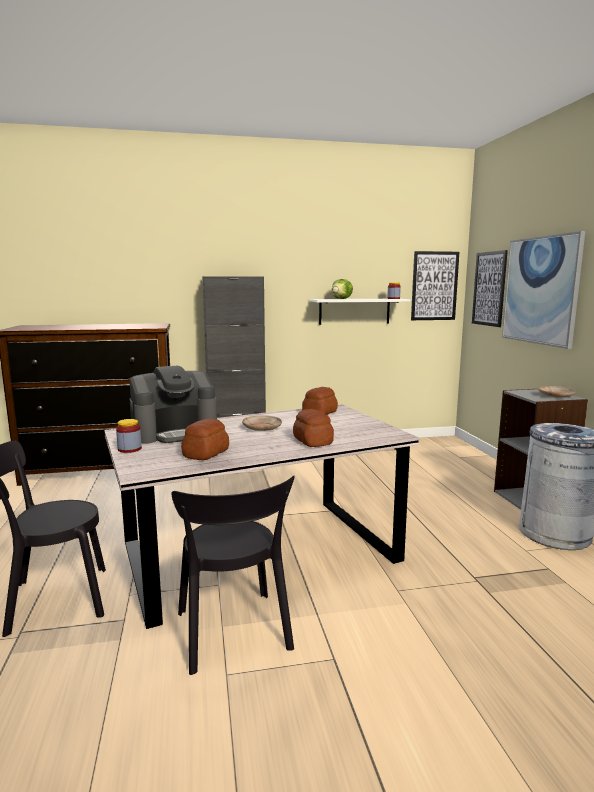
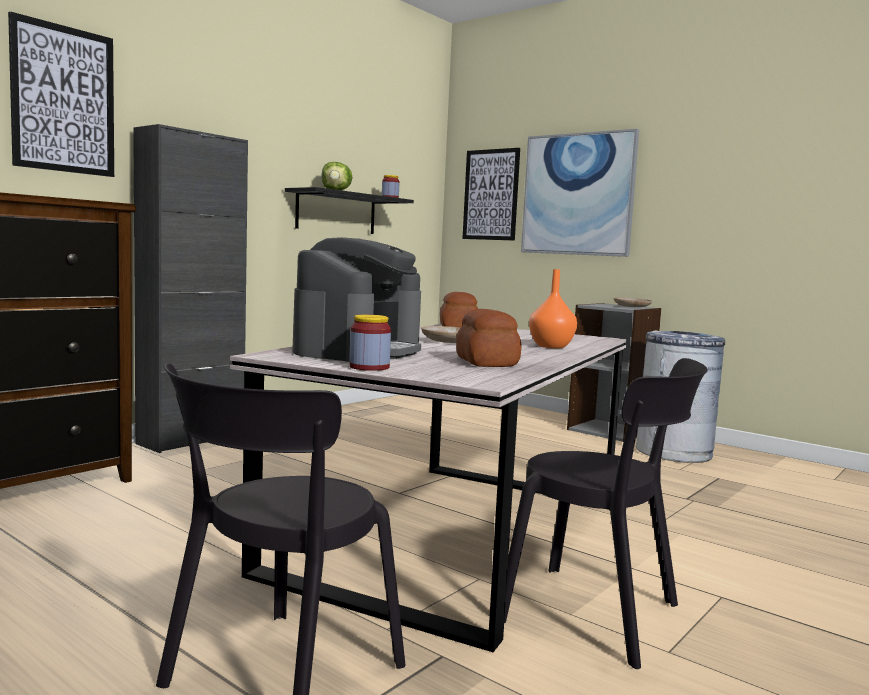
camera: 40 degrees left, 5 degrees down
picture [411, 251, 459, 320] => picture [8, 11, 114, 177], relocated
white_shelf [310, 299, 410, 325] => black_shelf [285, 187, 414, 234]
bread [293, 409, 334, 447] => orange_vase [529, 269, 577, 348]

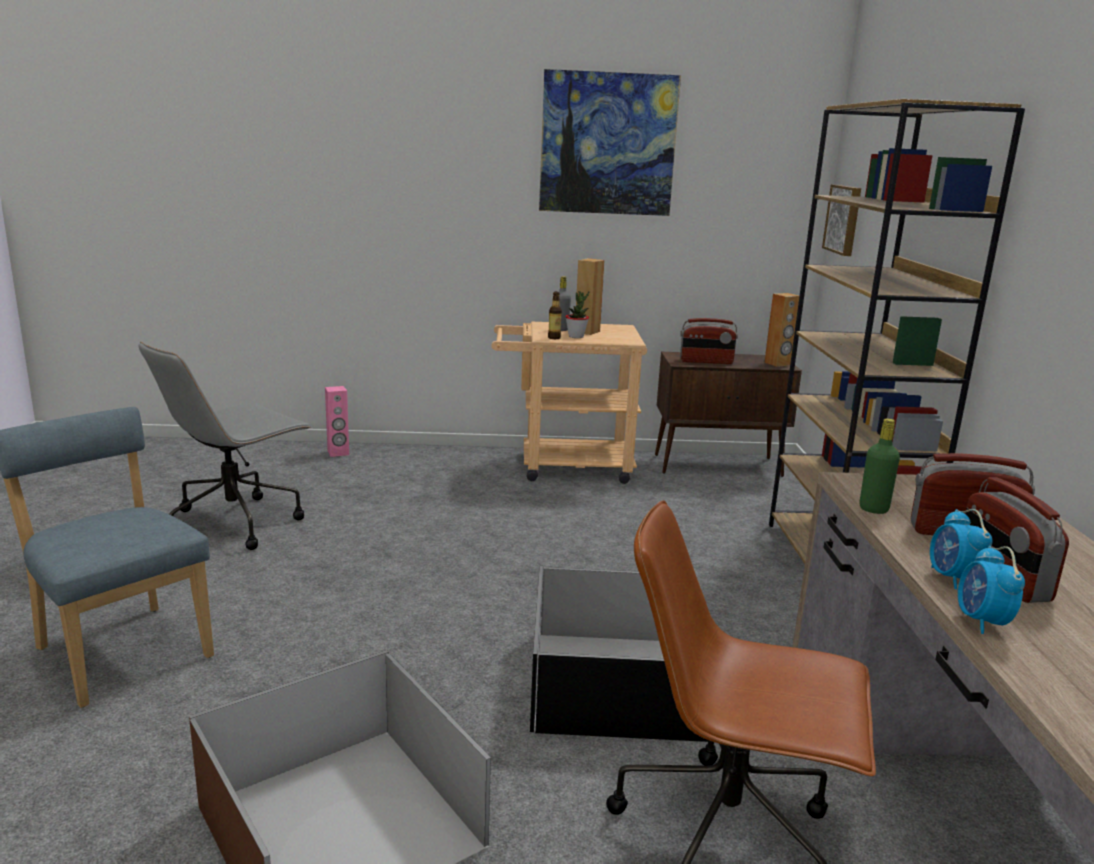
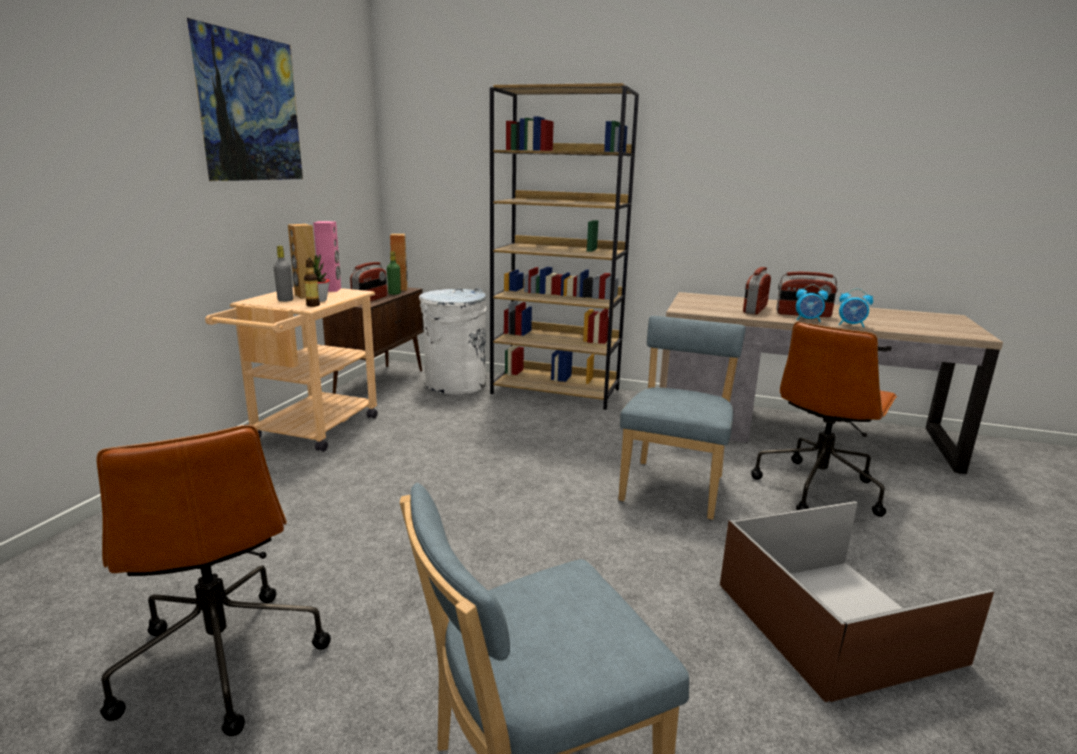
camera: 70 degrees left, 0 degrees up
picture [822, 185, 861, 256] => nothing
grey_office_chair [138, 342, 312, 550] => brown_office_chair [97, 425, 331, 736]
pink_speaker [325, 386, 349, 457] => pink_speaker [313, 221, 341, 292], relocated
green_bottle [859, 418, 900, 514] => green_bottle [387, 251, 401, 295], relocated
black_storage_box [530, 566, 708, 742] => blue_chair [618, 316, 746, 520]
nothing => white_trash_can [419, 288, 487, 394]

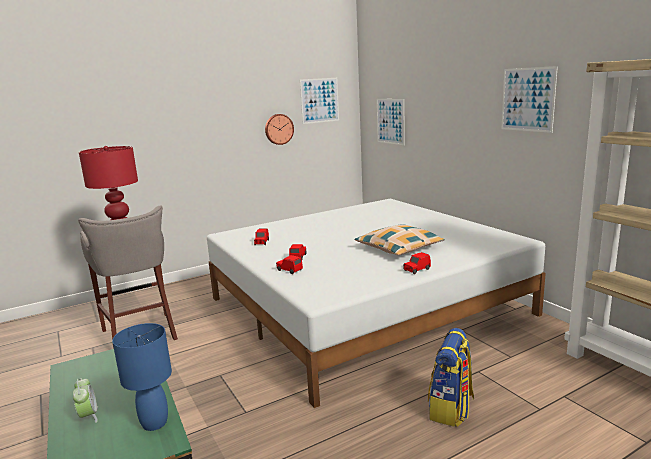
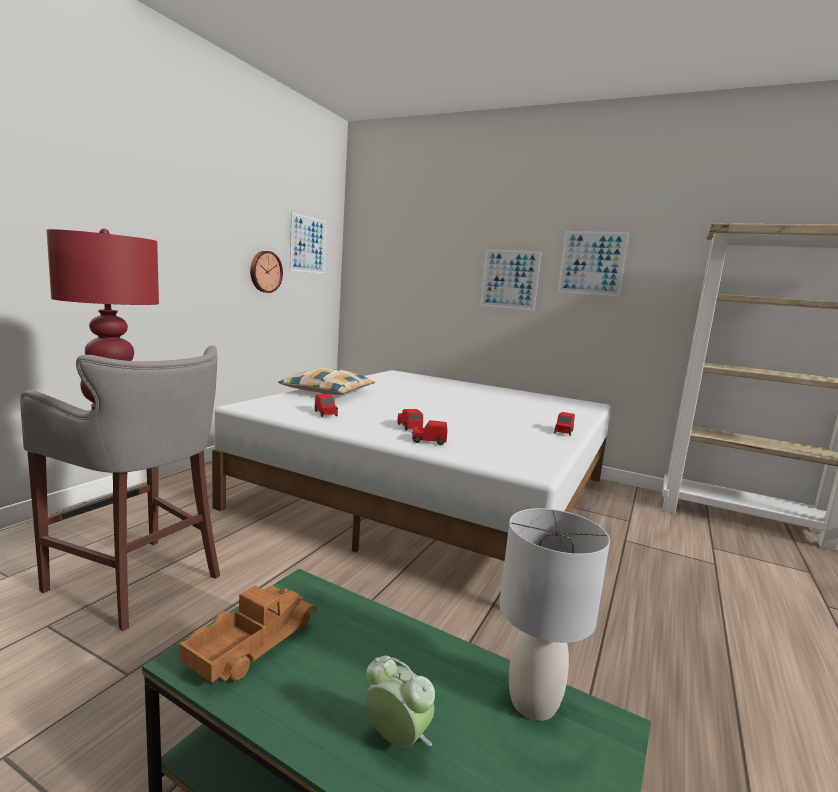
camera: 35 degrees left, 5 degrees down
picture [377, 99, 405, 145] => picture [480, 249, 542, 311], relocated
pillow [355, 224, 445, 255] => pillow [278, 368, 375, 395], relocated
blue_table_lamp [112, 323, 172, 431] => grey_table_lamp [499, 508, 610, 721]
backpack [428, 328, 474, 427] => nothing
nothing => toy_truck [179, 585, 316, 683]

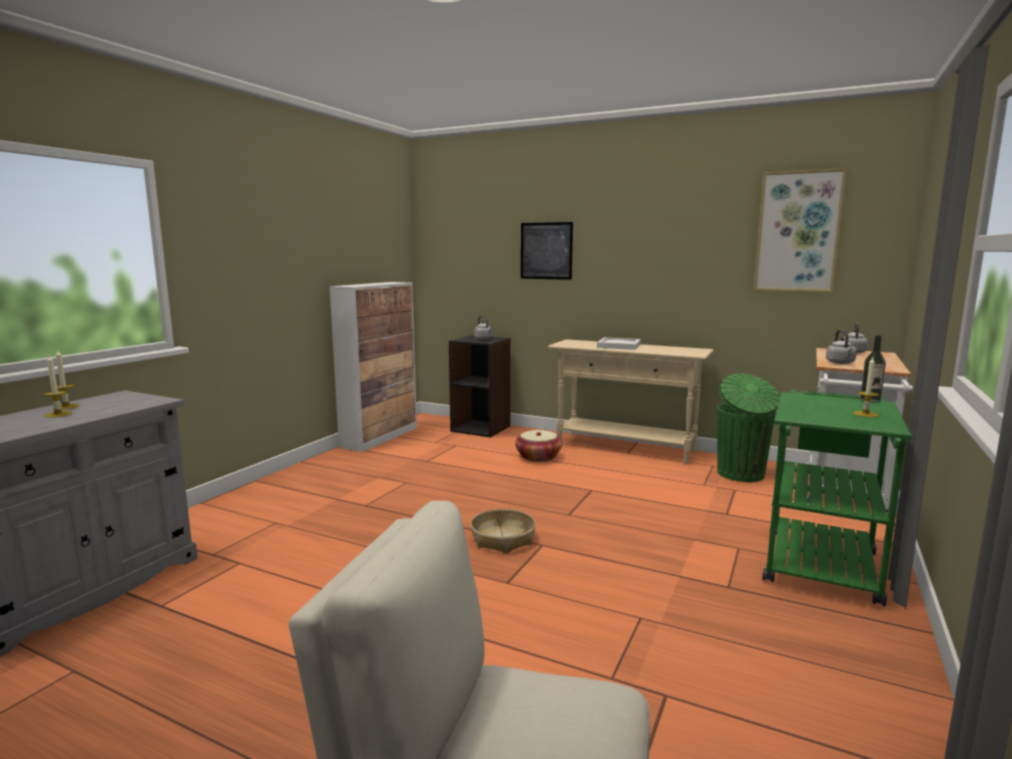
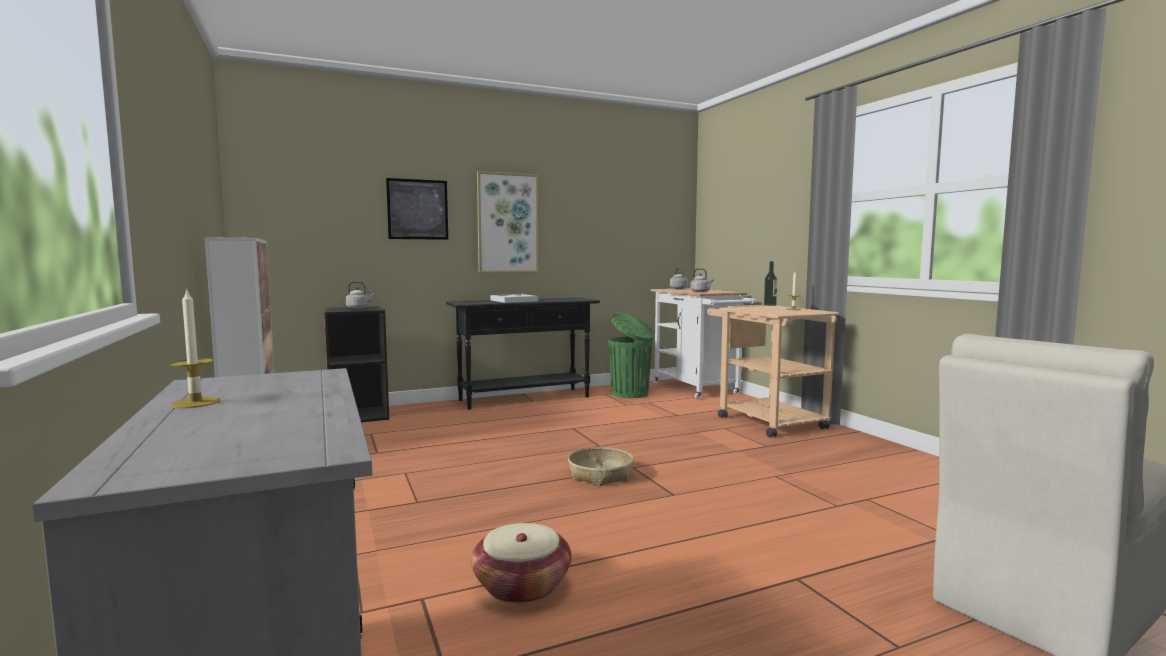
camera: 50 degrees left, 5 degrees down
picture [754, 168, 847, 292] => picture [477, 171, 538, 273], relocated
beige_console_table [548, 339, 714, 465] => black_console_table [446, 297, 600, 410]
candle [43, 355, 72, 418] => nothing
green_cart [762, 389, 912, 606] => beige_cart [707, 305, 839, 437]
basket [515, 430, 562, 462] => basket [471, 523, 571, 604], relocated

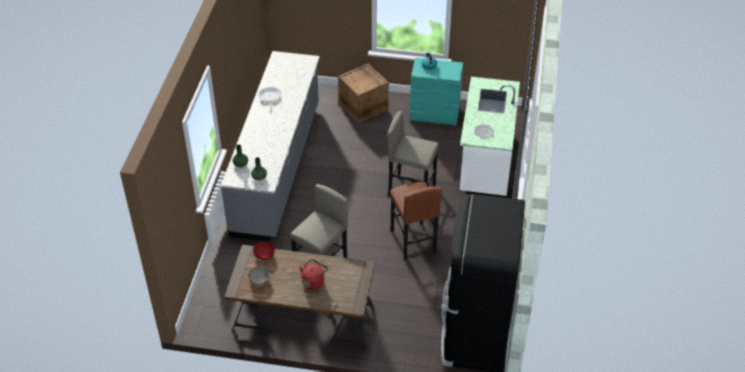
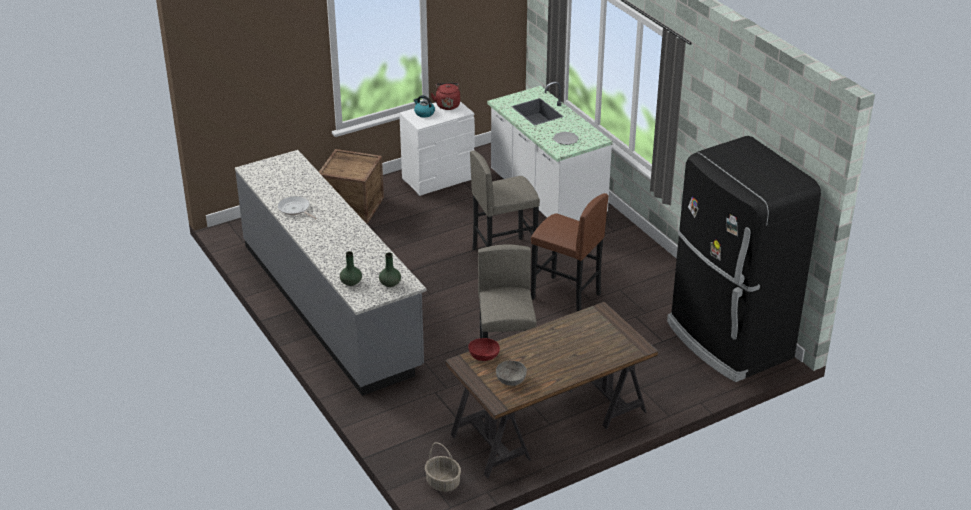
camera: 40 degrees left, 10 degrees down
turquoise_dresser [410, 58, 463, 125] => white_dresser [399, 101, 475, 196]
red_kettle [300, 259, 328, 289] => red_kettle [431, 83, 460, 110], relocated
nothing => basket [425, 442, 461, 492]

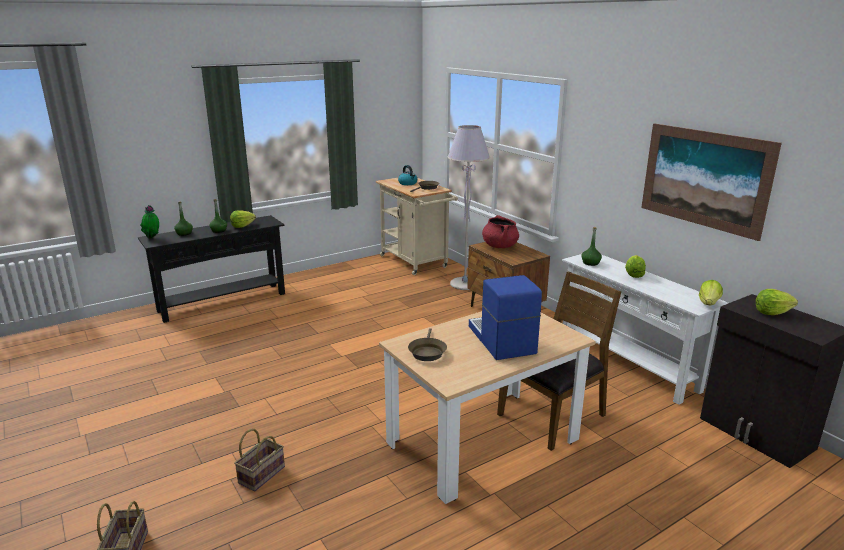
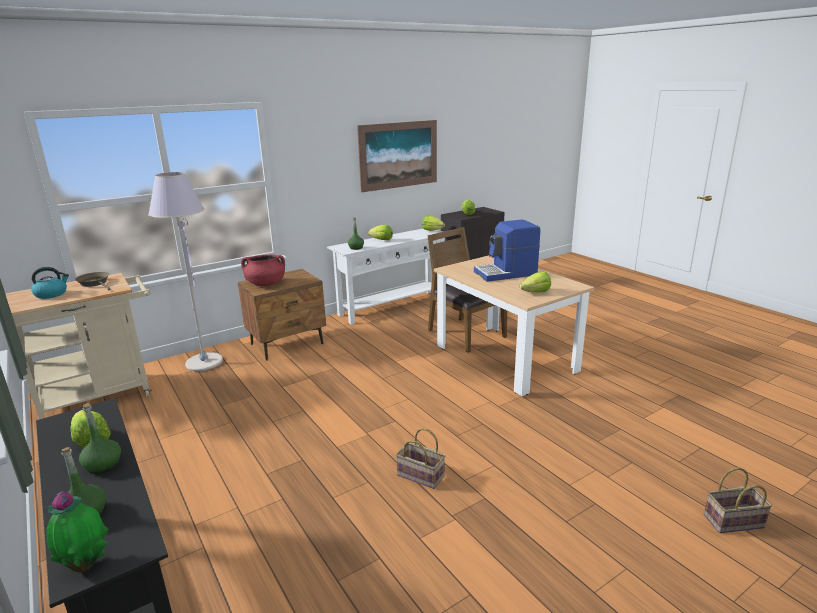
camera: 90 degrees left, 0 degrees up
brown_frying_pan [408, 328, 447, 361] => lettuce [520, 272, 551, 293]
basket [234, 429, 285, 492] => basket [396, 428, 446, 489], relocated

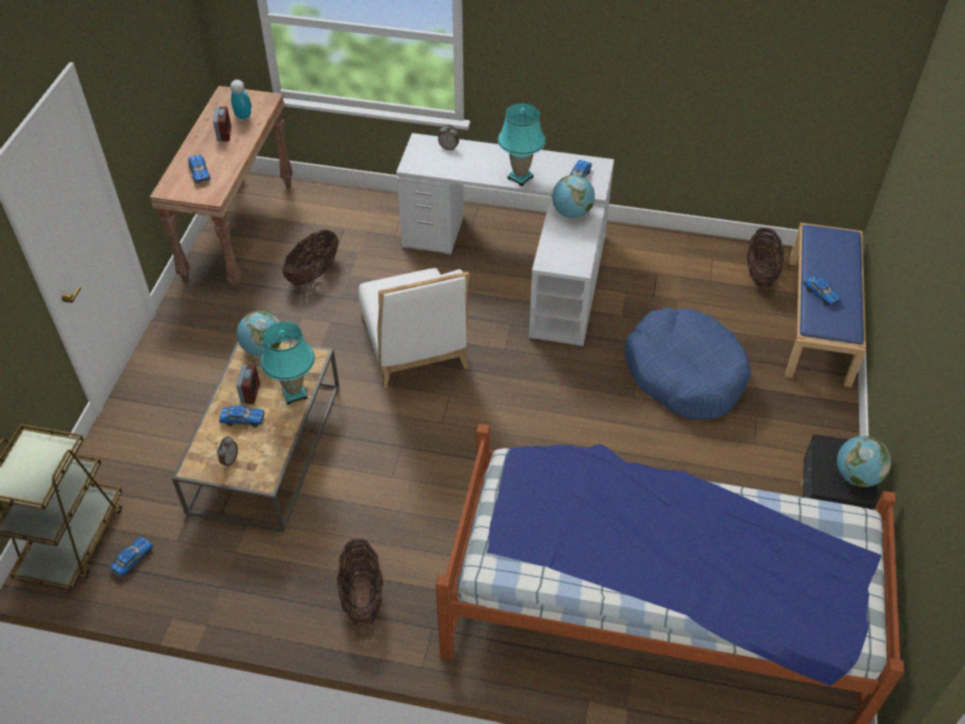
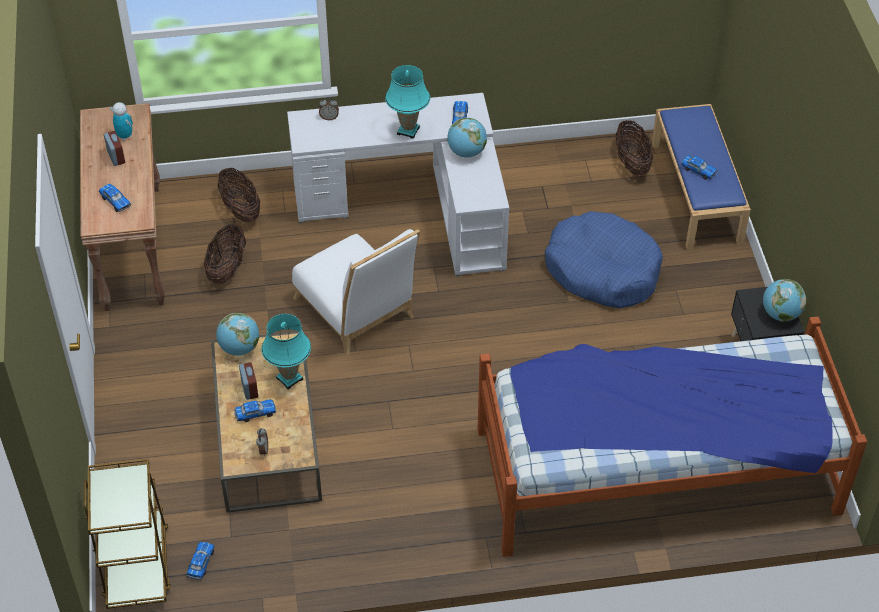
camera: 20 degrees left, 0 degrees up
basket [337, 538, 383, 626] => basket [218, 168, 260, 223], relocated

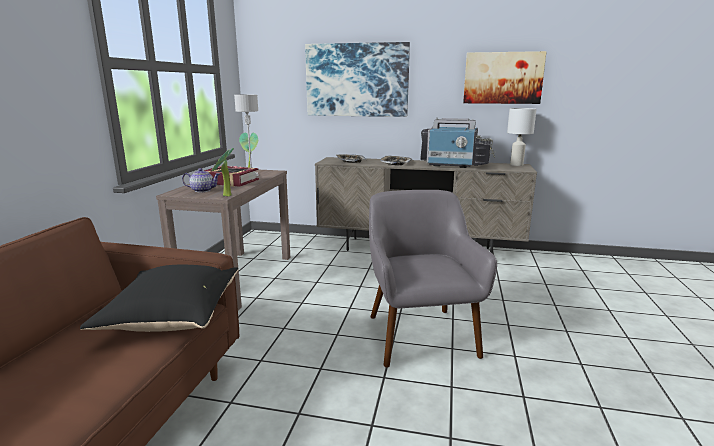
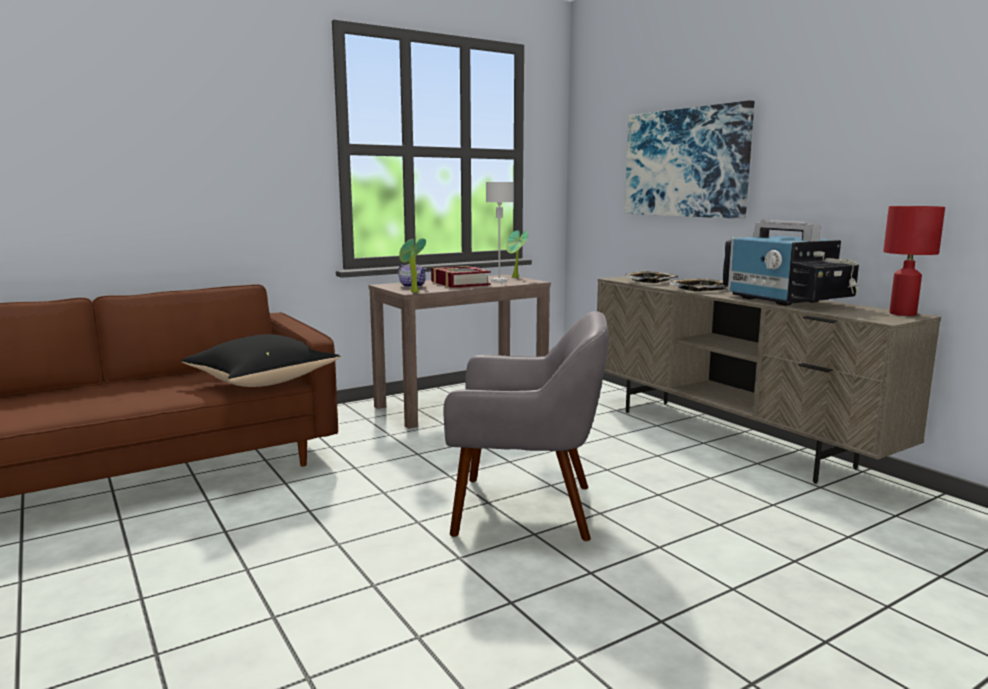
camera: 45 degrees right, 5 degrees down
picture [463, 51, 547, 104] => nothing
white_table_lamp [507, 108, 537, 166] => red_table_lamp [883, 206, 945, 316]
grey_armchair [369, 190, 497, 368] => grey_armchair [443, 311, 609, 542], 60 degrees clockwise

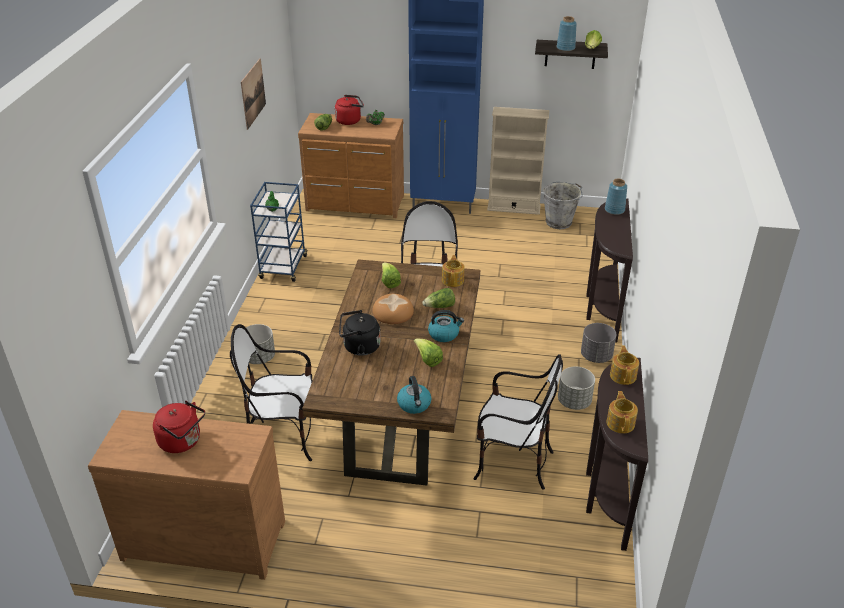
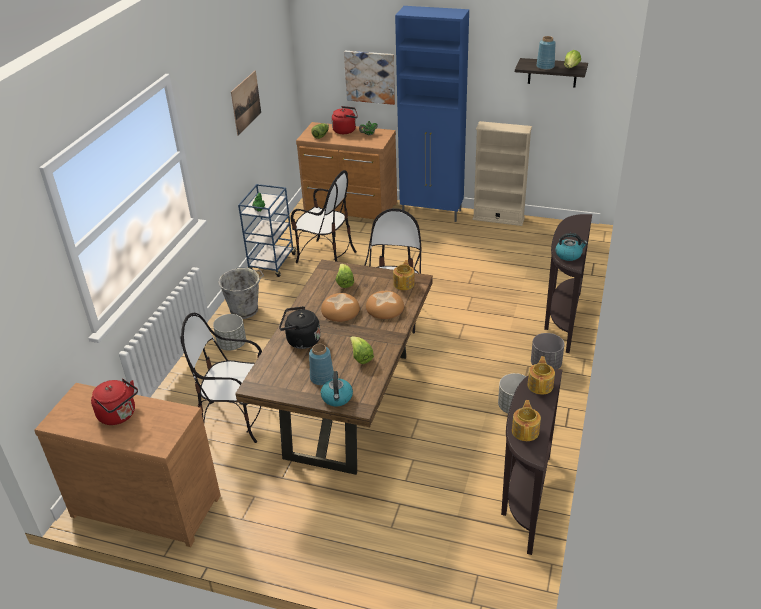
camera: 10 degrees right, 0 degrees up
blue_vase [605, 179, 627, 215] => blue_vase [309, 344, 333, 385], relocated
grey_bucket [543, 182, 582, 229] => grey_bucket [218, 267, 264, 319], relocated
lettuce [422, 288, 455, 308] => bread [366, 291, 404, 319]
kettle [428, 310, 464, 342] => kettle [555, 233, 588, 261], relocated
chair [473, 354, 563, 490] => chair [291, 170, 357, 263], relocated
nothing => picture [344, 51, 395, 105]

